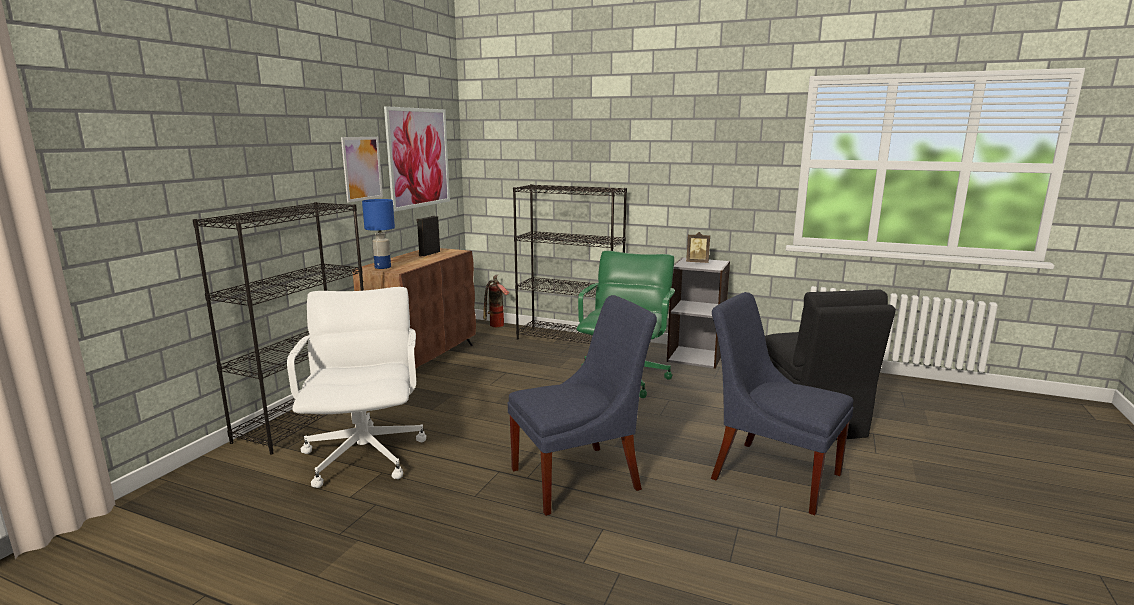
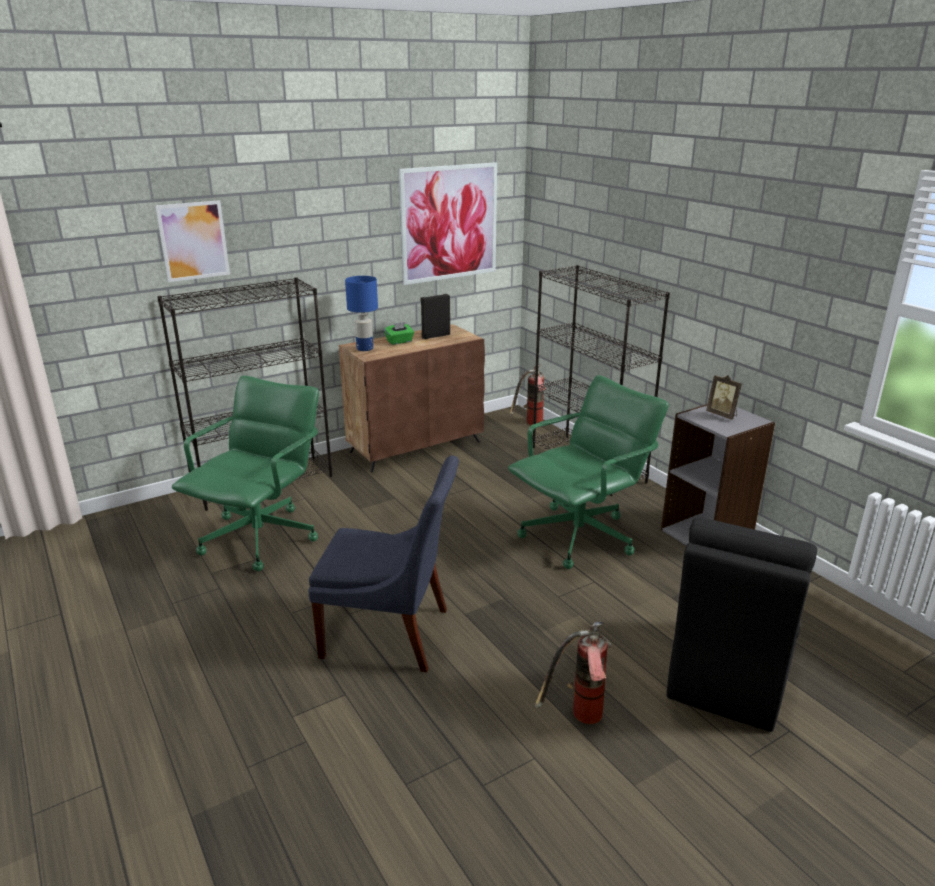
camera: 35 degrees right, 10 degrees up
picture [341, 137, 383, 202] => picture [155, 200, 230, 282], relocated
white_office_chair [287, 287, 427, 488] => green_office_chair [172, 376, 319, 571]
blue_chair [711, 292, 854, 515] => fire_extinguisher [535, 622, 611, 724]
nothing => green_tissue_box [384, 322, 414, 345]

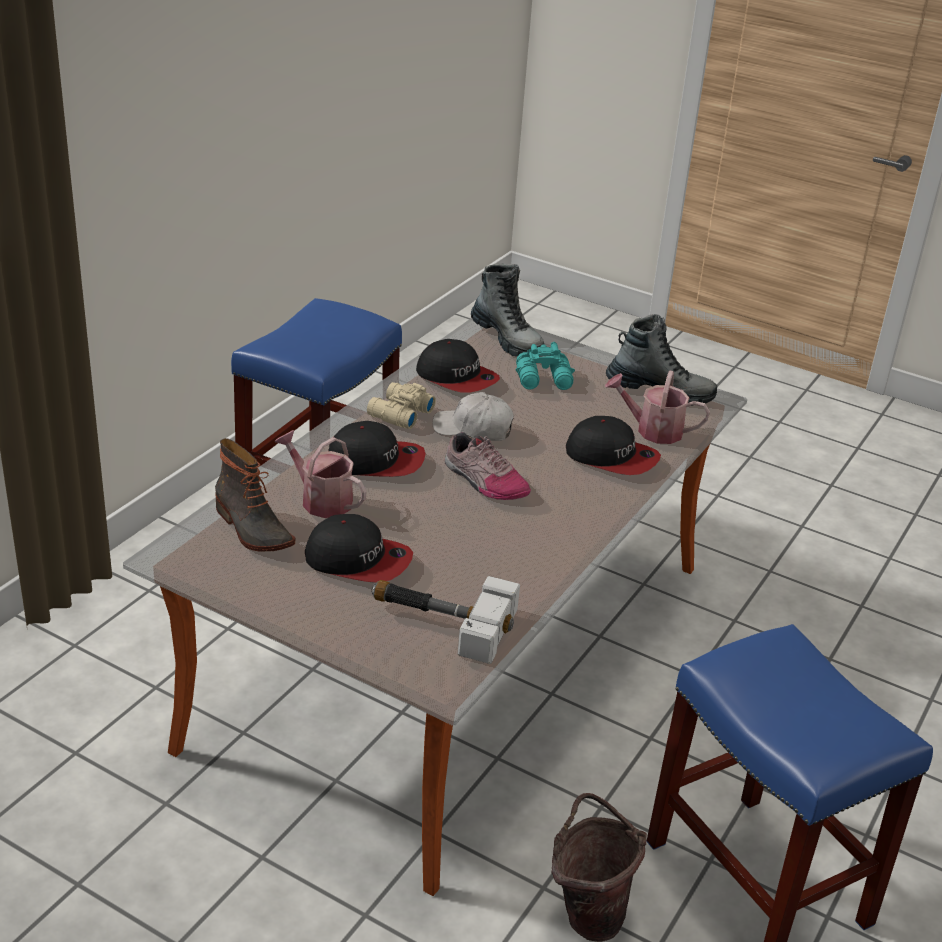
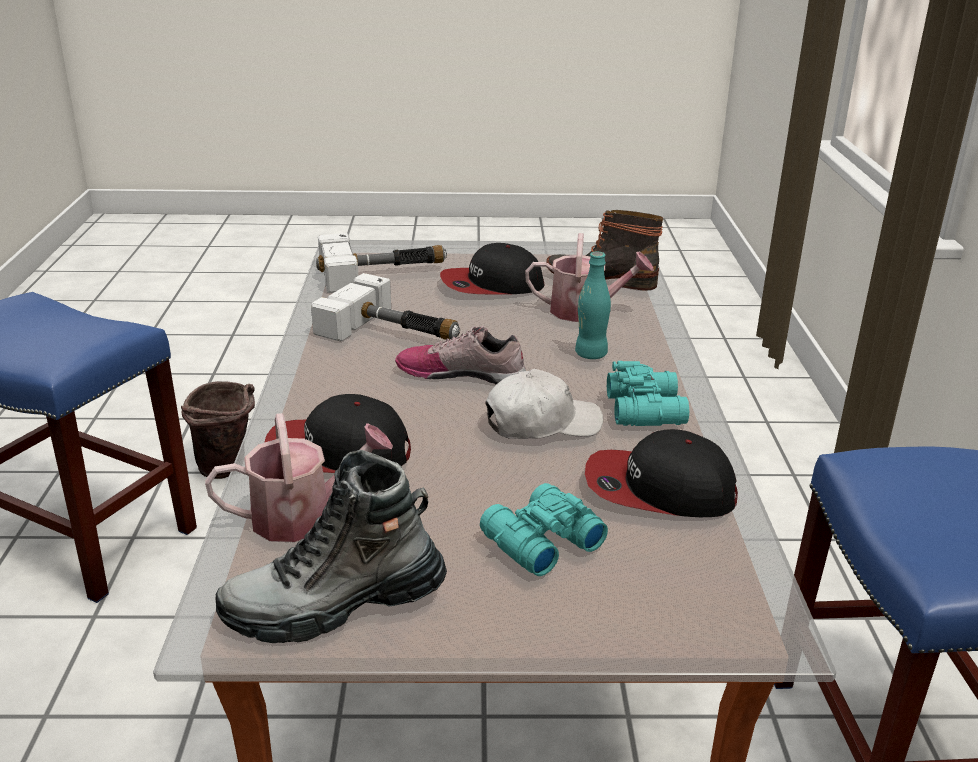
camera: 150 degrees right, 5 degrees down
boot [471, 263, 544, 357] => nothing
beige_binoculars [367, 382, 436, 429] => turquoise_binoculars [607, 361, 689, 426]
cap [328, 421, 426, 477] => turquoise_bottle [575, 252, 611, 359]
nothing => hammer [311, 273, 460, 342]

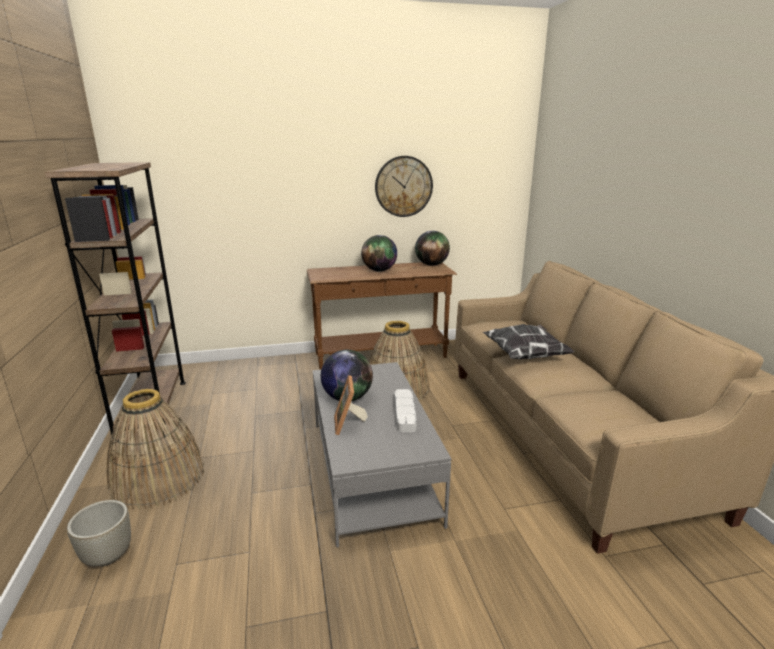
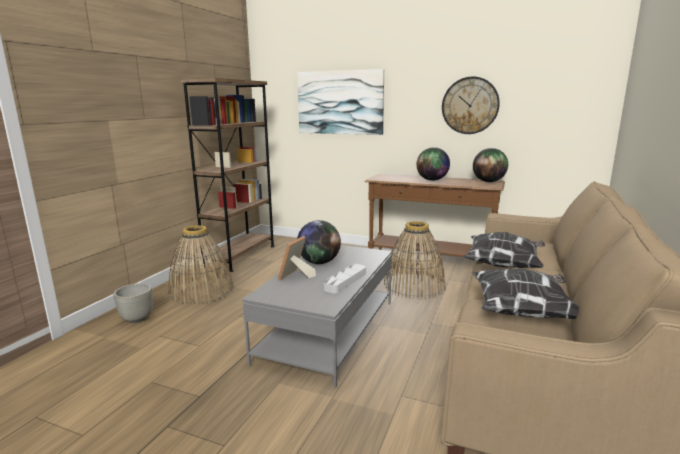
camera: 35 degrees right, 5 degrees down
nothing => picture [297, 69, 384, 135]
nothing => pillow [472, 268, 579, 319]

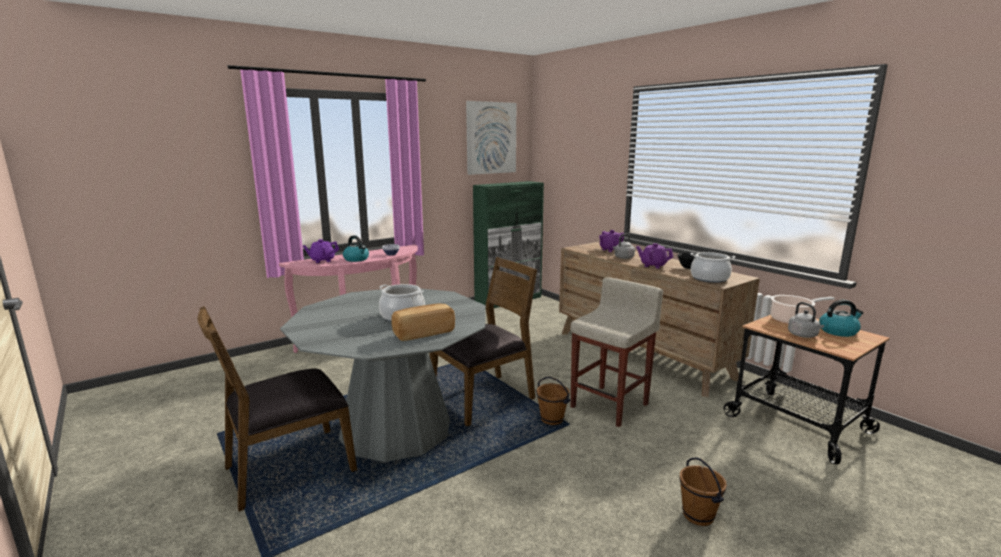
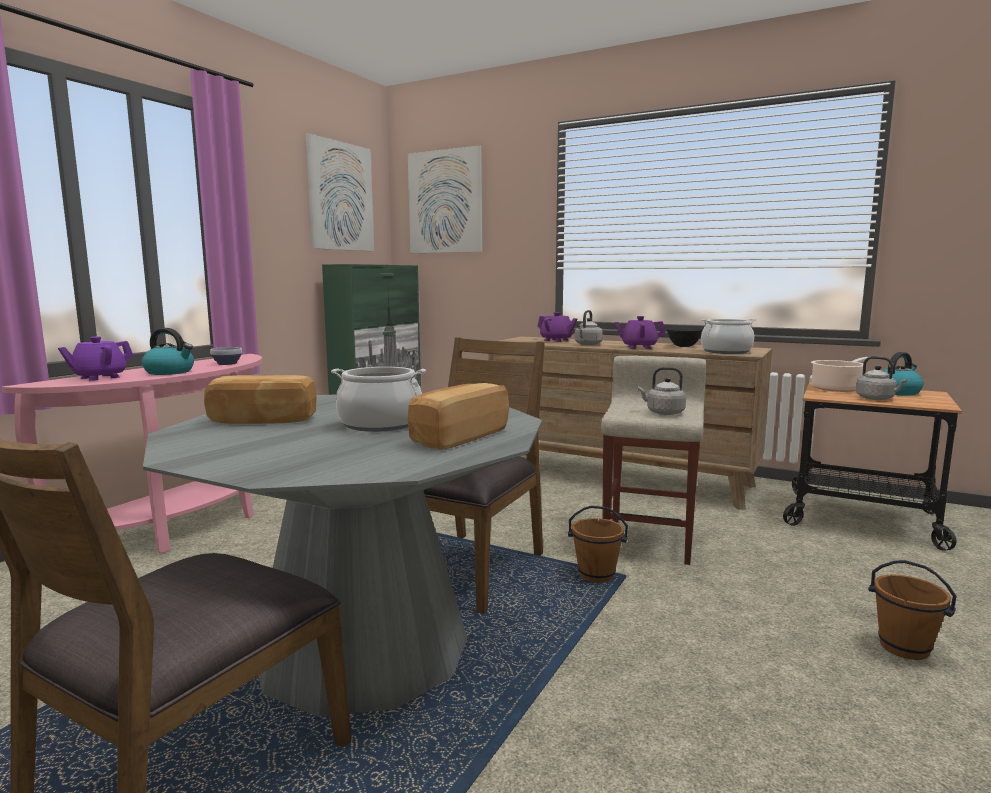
camera: 25 degrees left, 5 degrees down
nothing => picture [408, 146, 482, 253]
nothing => grey_kettle [638, 367, 686, 415]
nothing => bread [204, 375, 317, 424]

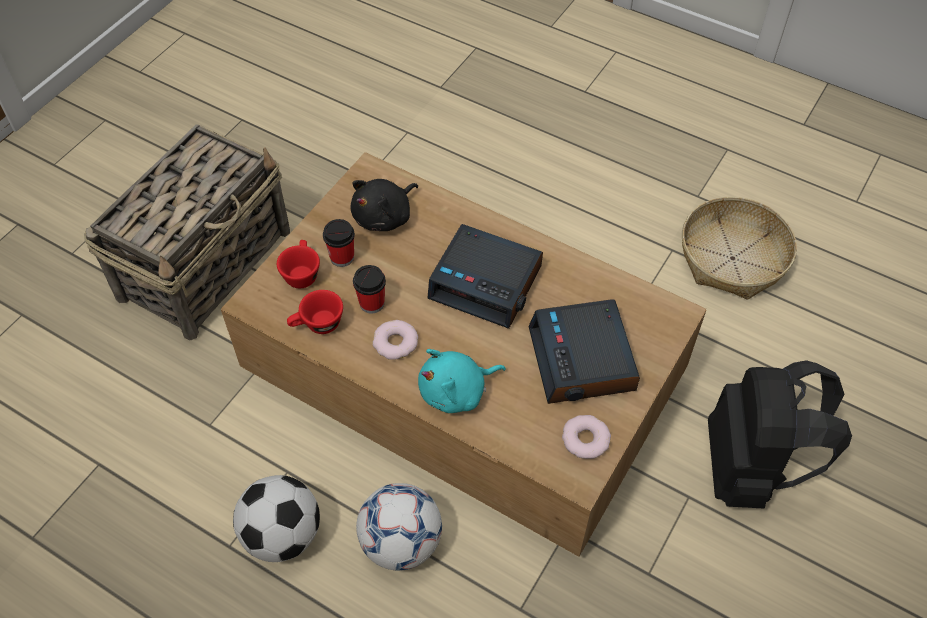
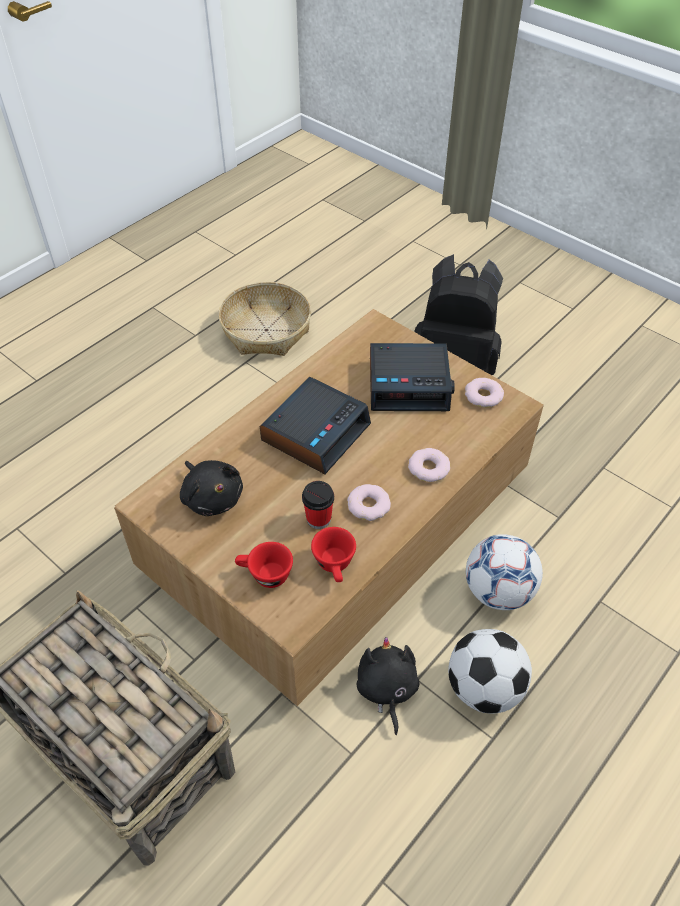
camera: 80 degrees left, 5 degrees down
cup [323, 219, 355, 267] => nothing
turquoise_plush_toy [418, 349, 506, 413] => donut [408, 448, 450, 482]
nothing => black_plush_toy [356, 637, 420, 735]

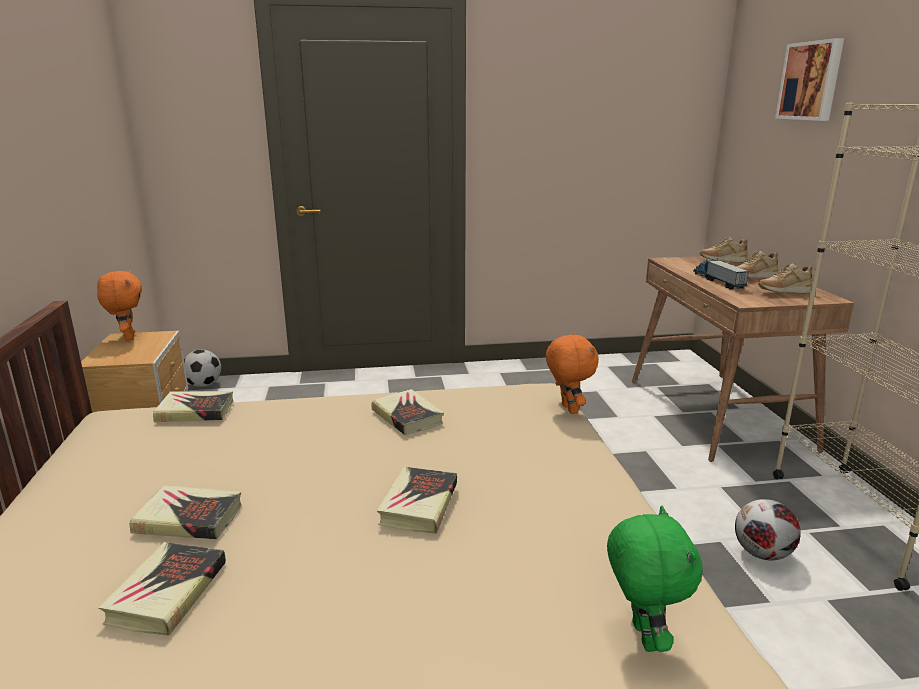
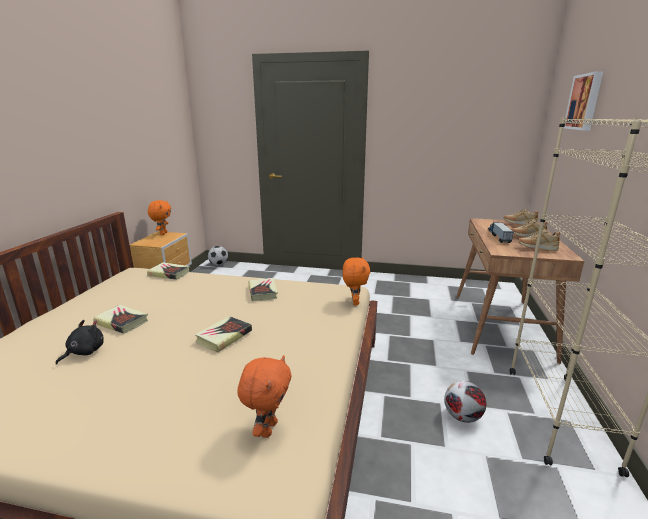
camera: 20 degrees right, 0 degrees up
green_plush_toy [607, 505, 703, 652] => orange_plush_toy [237, 355, 292, 438]
book [99, 542, 226, 636] => black_plush_toy [56, 320, 104, 365]

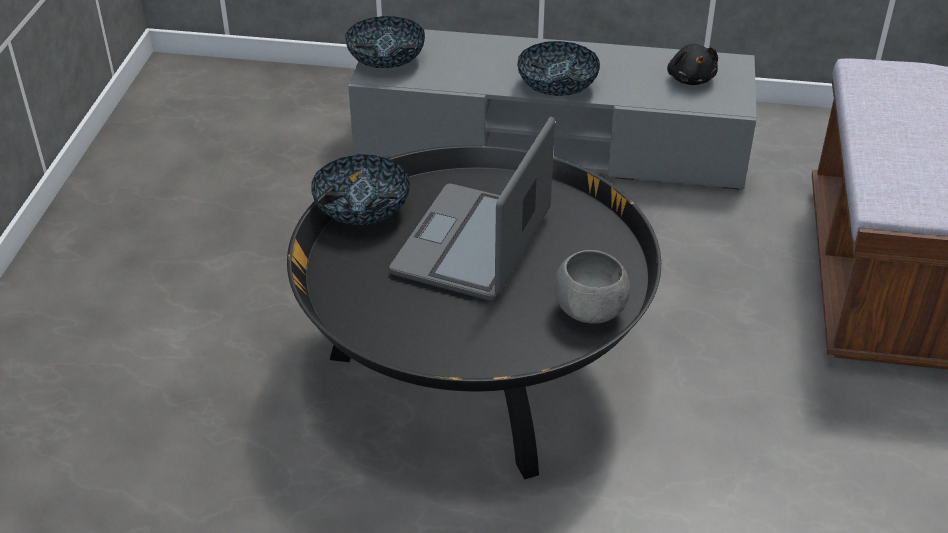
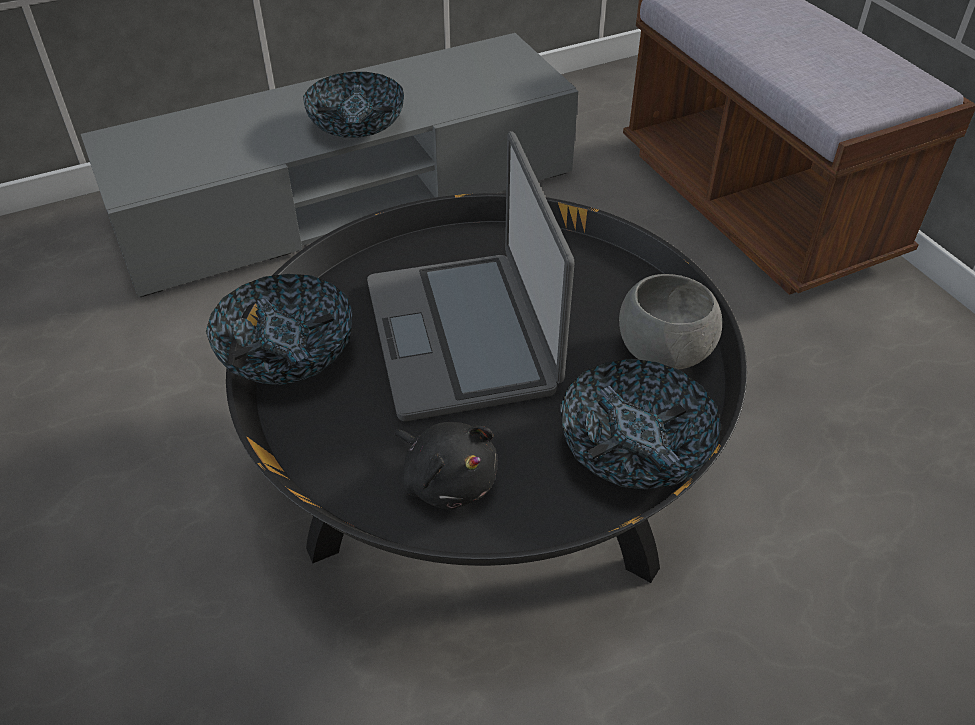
camera: 35 degrees left, 5 degrees up
bowl [345, 16, 425, 68] => bowl [560, 359, 721, 489], relocated
black_plush_toy [667, 44, 718, 85] => black_plush_toy [394, 422, 497, 510], relocated

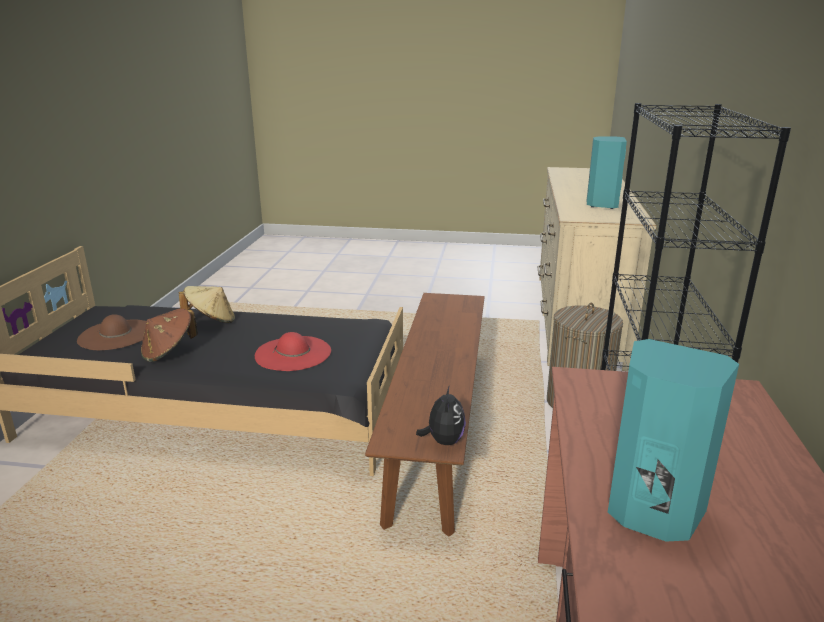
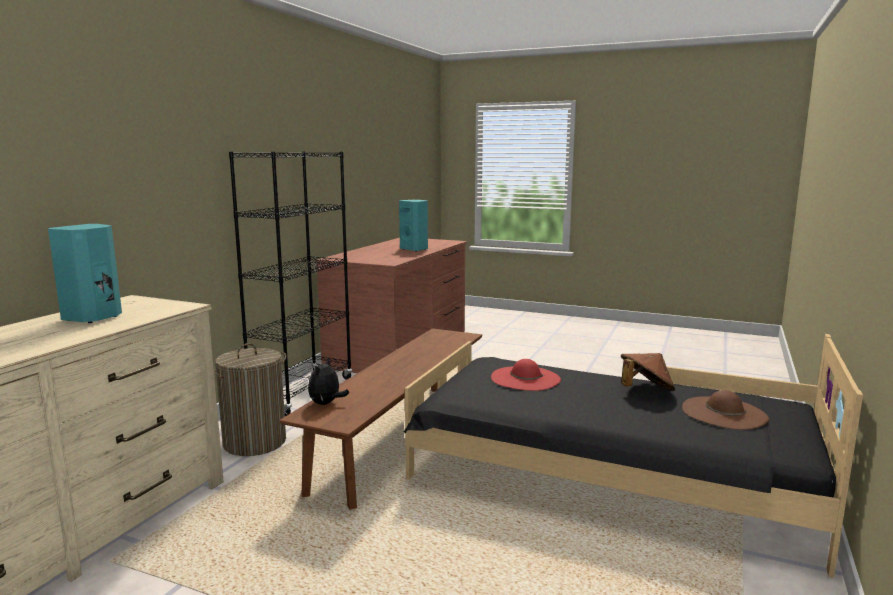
camera: 165 degrees left, 10 degrees down
beige_hat [179, 286, 235, 323] => nothing
plush_toy [416, 385, 466, 445] => plush_toy [308, 358, 349, 405], relocated

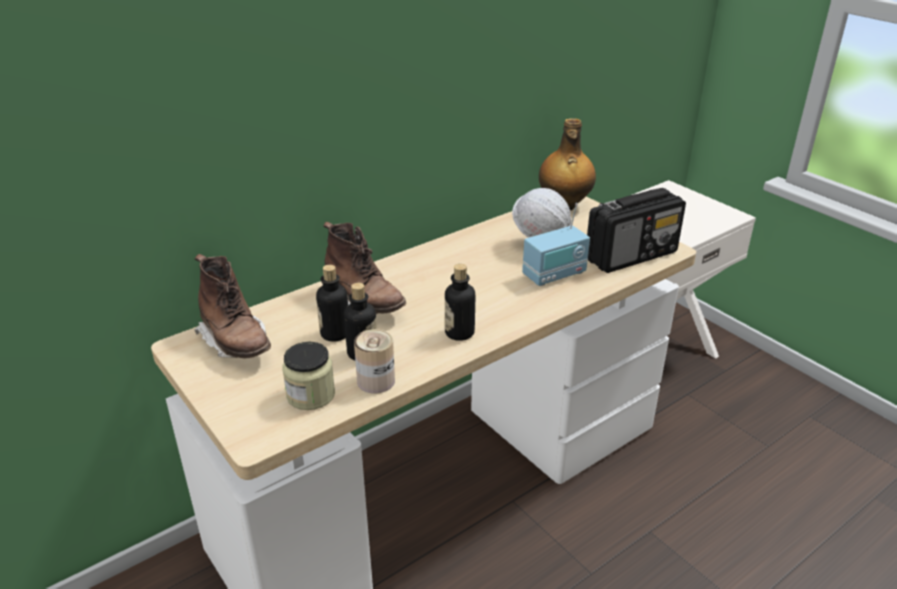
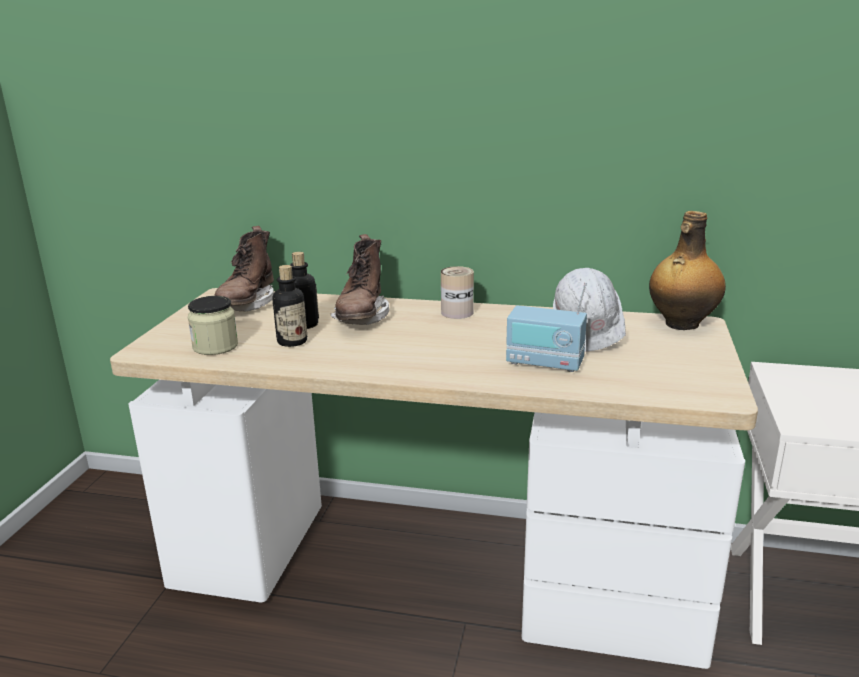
camera: 50 degrees right, 10 degrees down
radio [587, 188, 686, 273] => nothing
bottle [445, 264, 475, 341] => nothing
can [354, 329, 395, 394] => can [441, 266, 474, 319], relocated

